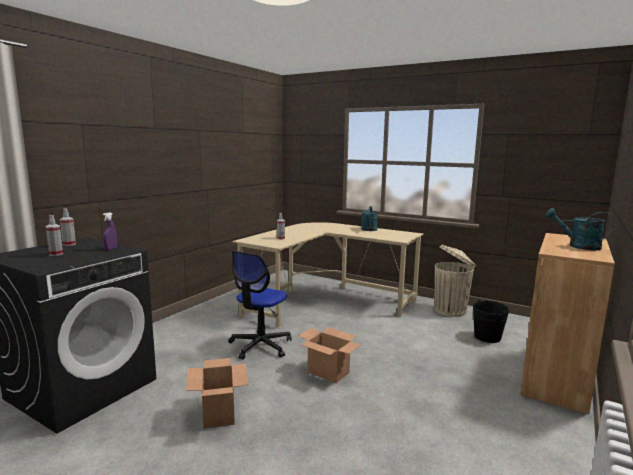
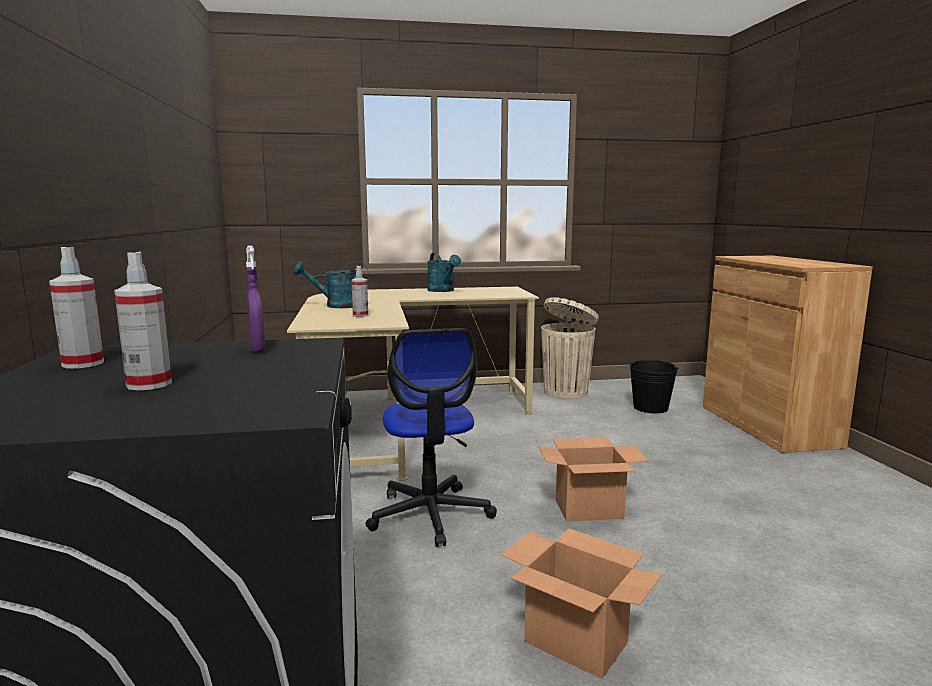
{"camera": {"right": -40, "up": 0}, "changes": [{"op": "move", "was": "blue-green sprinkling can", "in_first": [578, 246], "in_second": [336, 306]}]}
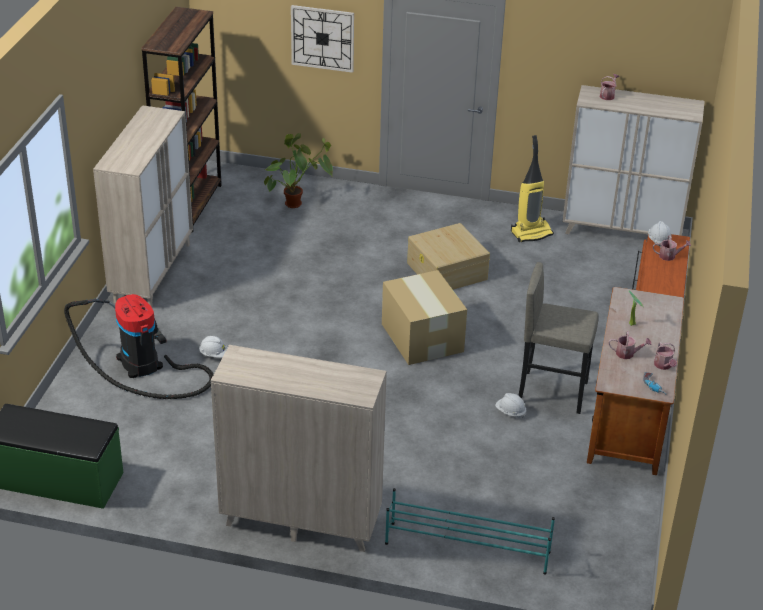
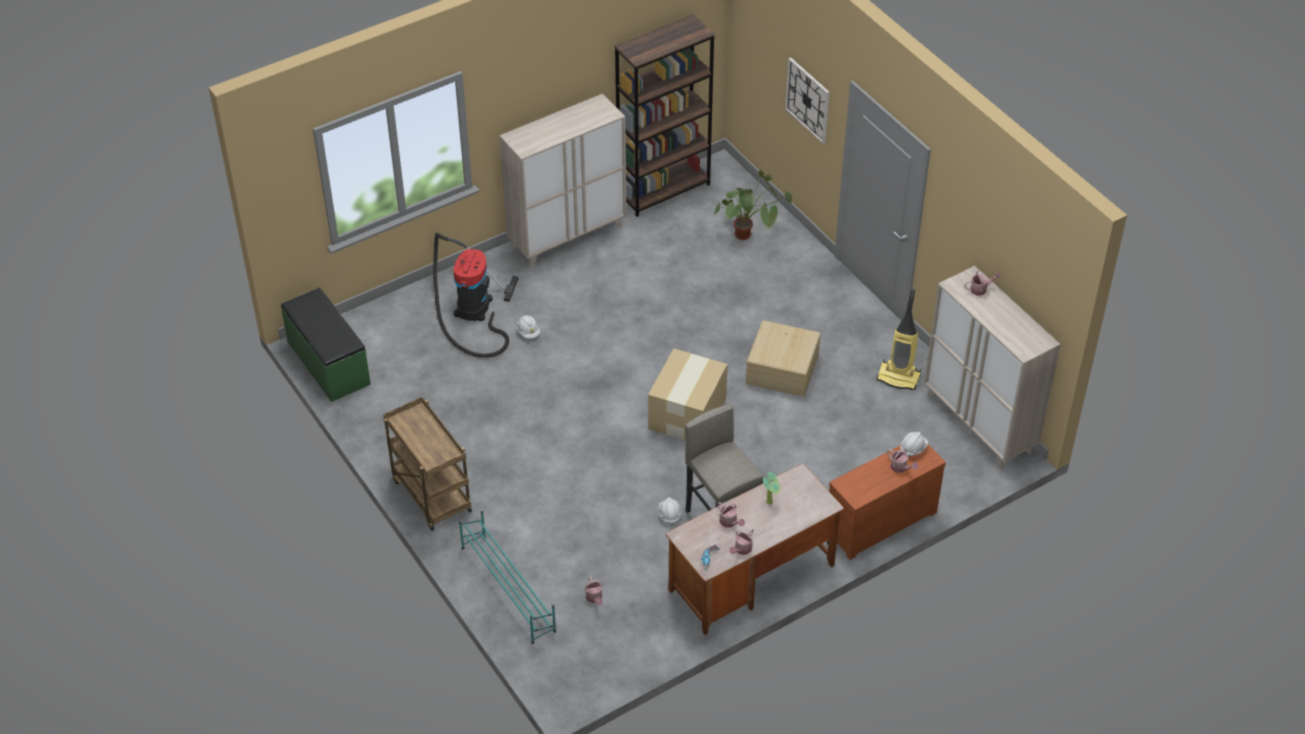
{"camera": {"right": 45, "up": 10}, "changes": [{"op": "replace", "was": "beige-coloured cupboard", "now": "brown trolley", "in_first": [300, 522], "in_second": [430, 495]}, {"op": "insert", "now": "sprinkling can", "in_second": [594, 598]}]}
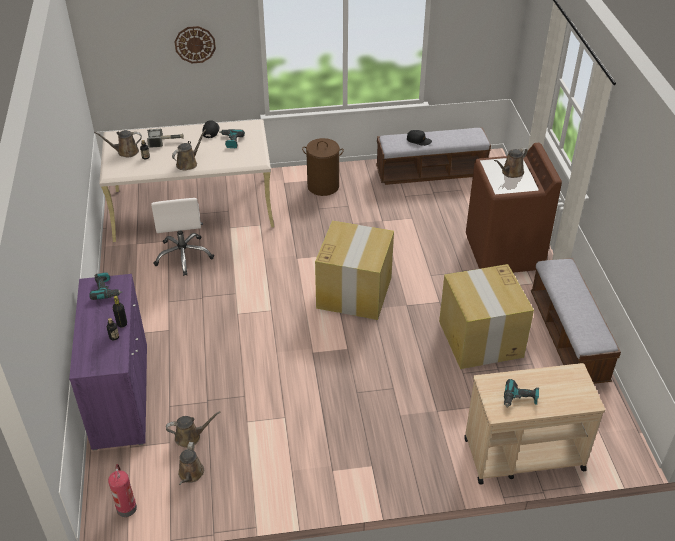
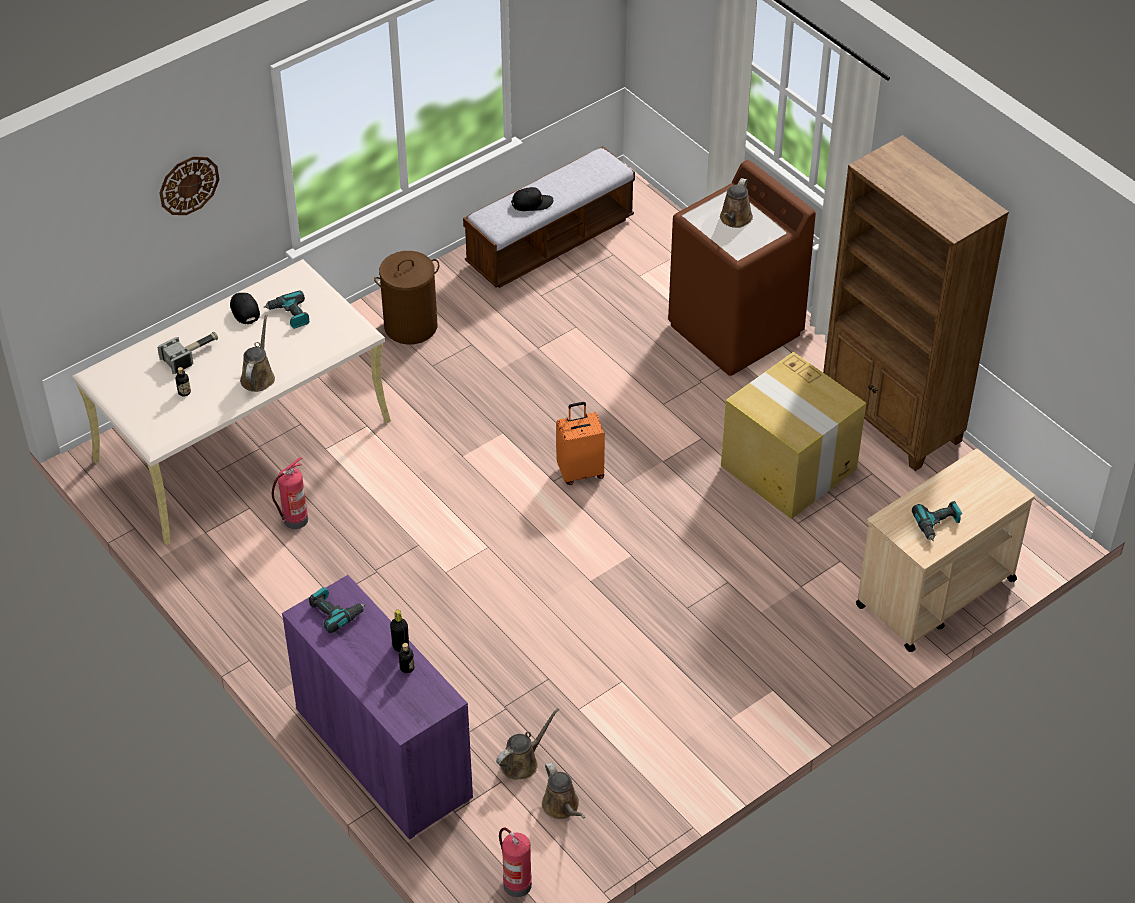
{"camera": {"right": -30, "up": 5}, "changes": [{"op": "delete", "was": "brown sprinkling can", "in_first": [125, 152]}, {"op": "replace", "was": "white desk chair", "now": "extinguisher", "in_first": [184, 255], "in_second": [295, 520]}, {"op": "replace", "was": "packing box", "now": "orangey suitcase", "in_first": [354, 292], "in_second": [580, 471]}, {"op": "replace", "was": "bench", "now": "brown bookshelf", "in_first": [567, 338], "in_second": [892, 419]}]}
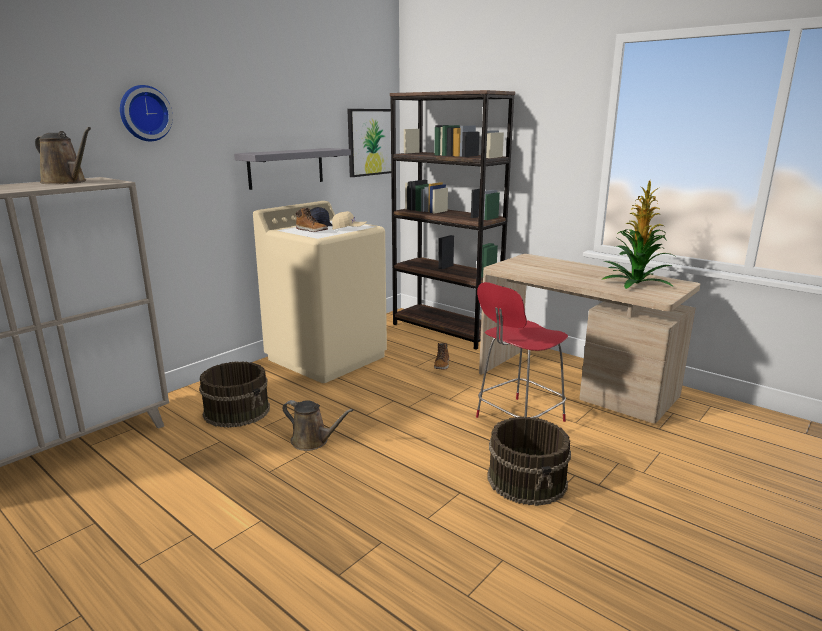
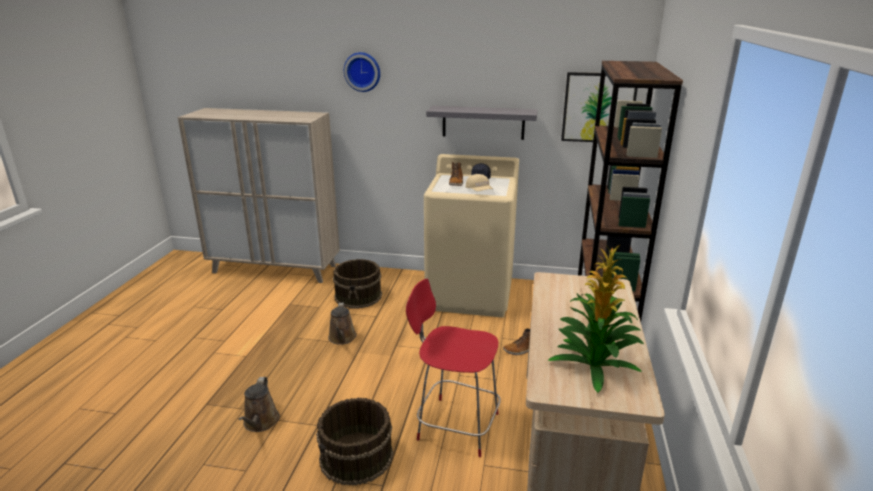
{"camera": {"right": 60, "up": 5}, "changes": [{"op": "move", "was": "brown sprinkling can", "in_first": [66, 182], "in_second": [260, 422]}]}
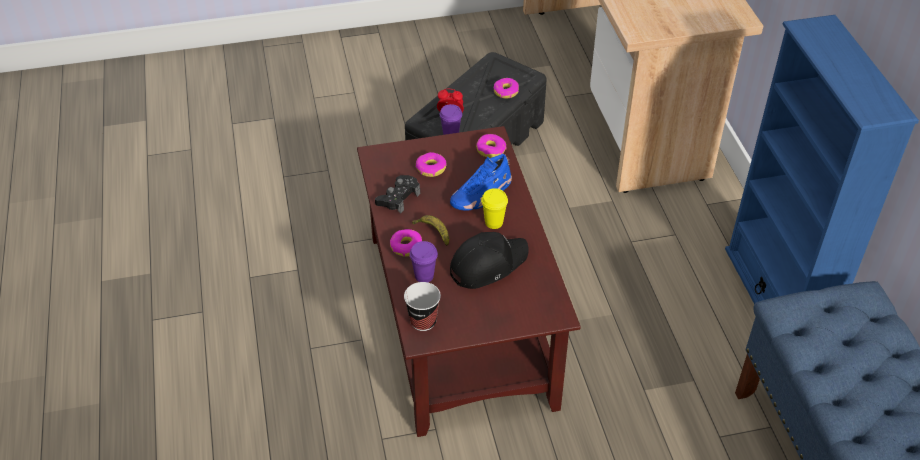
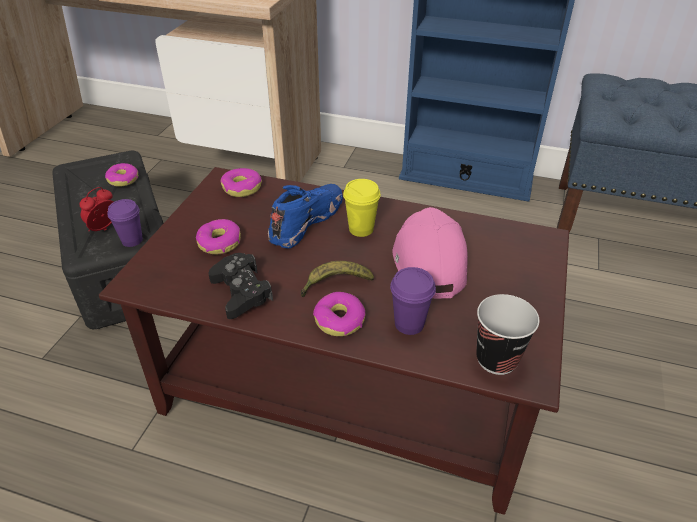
{"camera": {"right": -60, "up": -5}, "changes": [{"op": "rotate", "was": "blue item of footwear", "in_first": [481, 194], "in_second": [306, 221], "clockwise": -135}, {"op": "recolor", "was": "blackish baseball cap", "now": "pink baseball cap", "in_first": [487, 264], "in_second": [427, 260]}]}
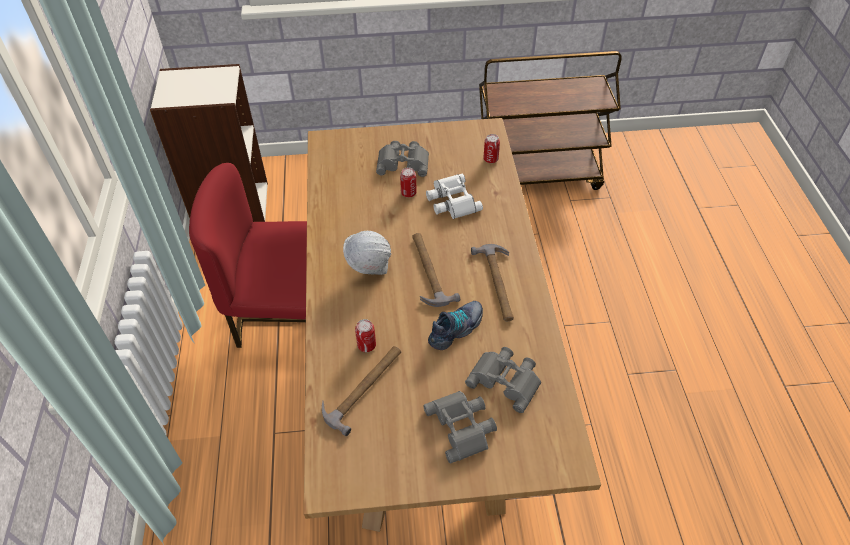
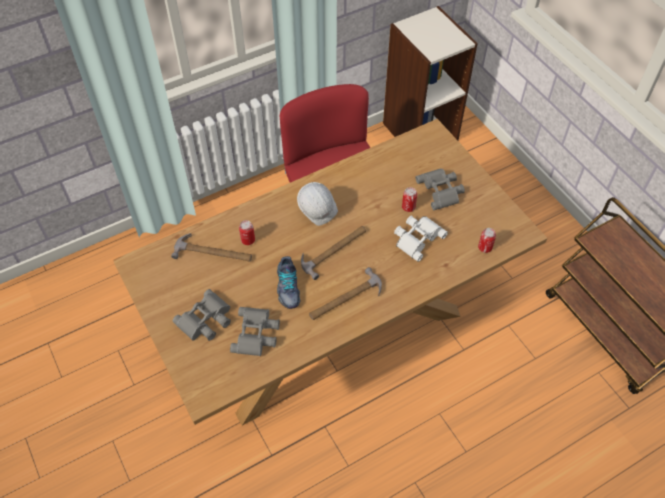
{"camera": {"right": 65, "up": 5}, "changes": [{"op": "rotate", "was": "item of footwear", "in_first": [456, 329], "in_second": [287, 287], "clockwise": 60}]}
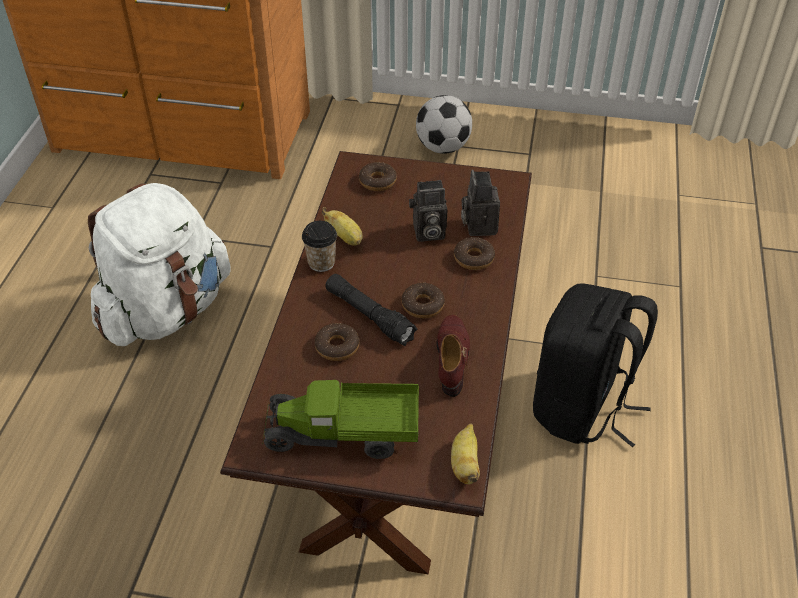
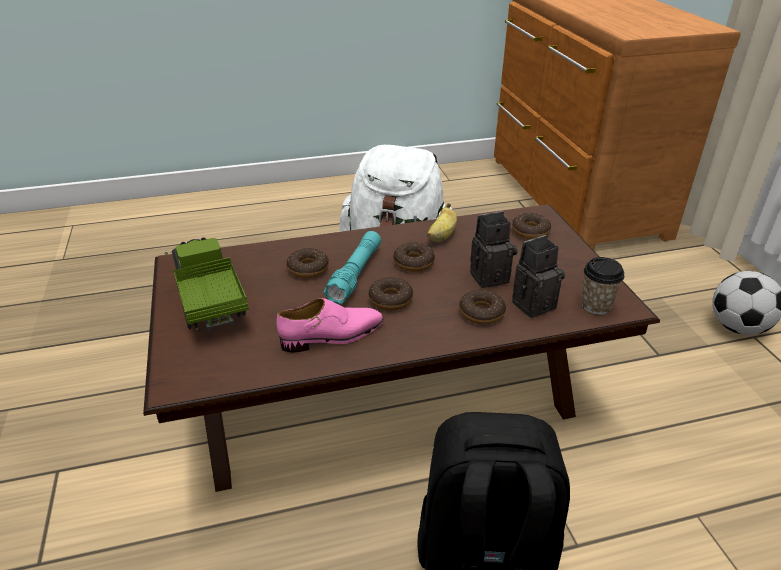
{"camera": {"right": 65, "up": -10}, "changes": [{"op": "move", "was": "small cup", "in_first": [321, 263], "in_second": [595, 306]}, {"op": "recolor", "was": "blackish flashlight", "now": "blue-green flashlight", "in_first": [369, 316], "in_second": [355, 274]}, {"op": "rotate", "was": "still camera", "in_first": [427, 233], "in_second": [490, 276], "clockwise": 105}, {"op": "recolor", "was": "brown item of footwear", "now": "pink item of footwear", "in_first": [452, 358], "in_second": [332, 336]}, {"op": "delete", "was": "banana fruit", "in_first": [465, 464]}, {"op": "insert", "now": "donut", "in_second": [413, 262]}]}
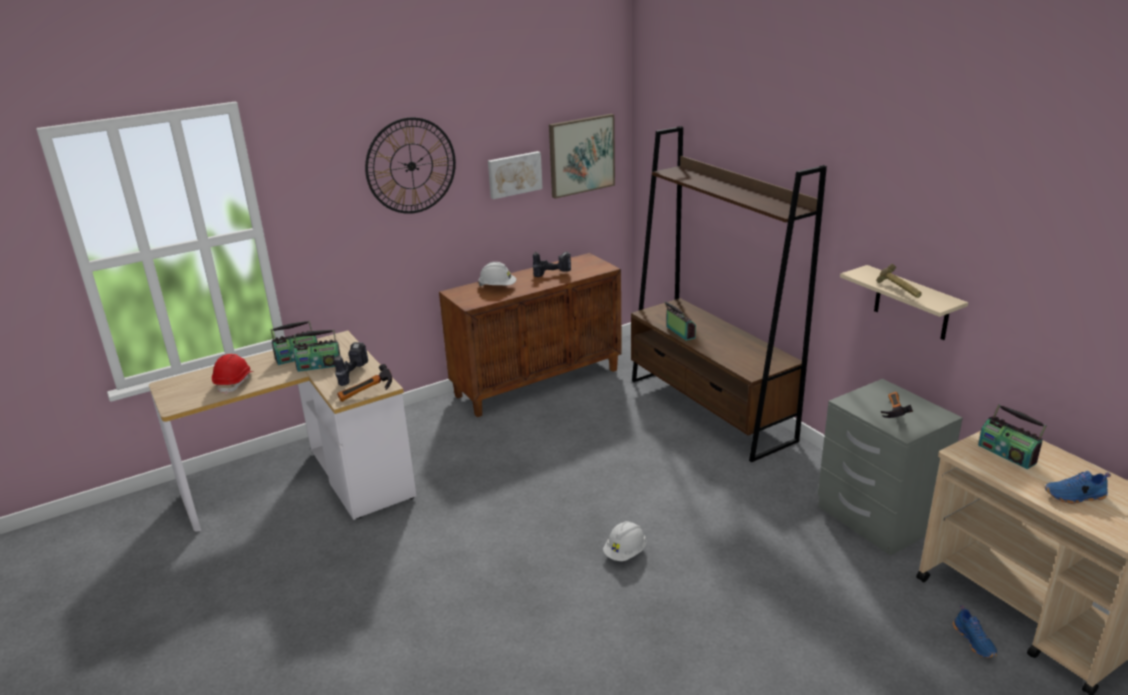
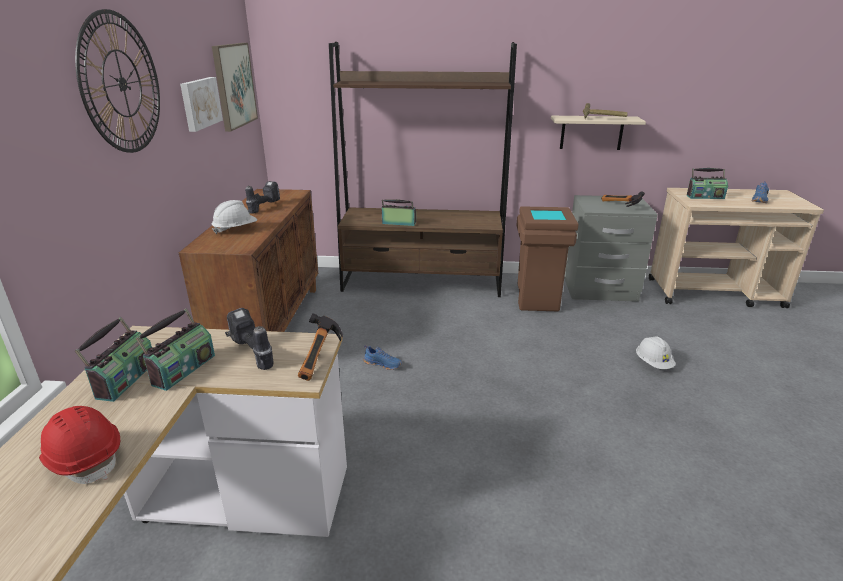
{"camera": {"right": -55, "up": 0}, "changes": [{"op": "move", "was": "white safety helmet", "in_first": [625, 552], "in_second": [653, 363]}, {"op": "move", "was": "blue item of footwear", "in_first": [975, 641], "in_second": [383, 364]}, {"op": "insert", "now": "brown rubbish bin", "in_second": [536, 302]}]}
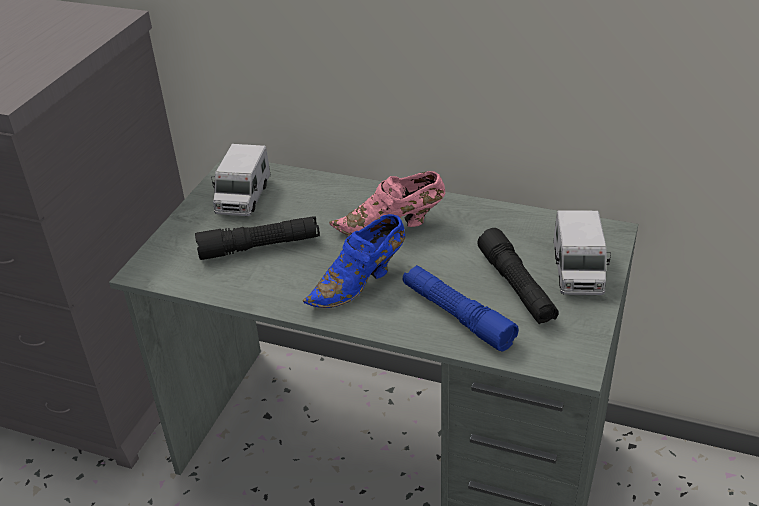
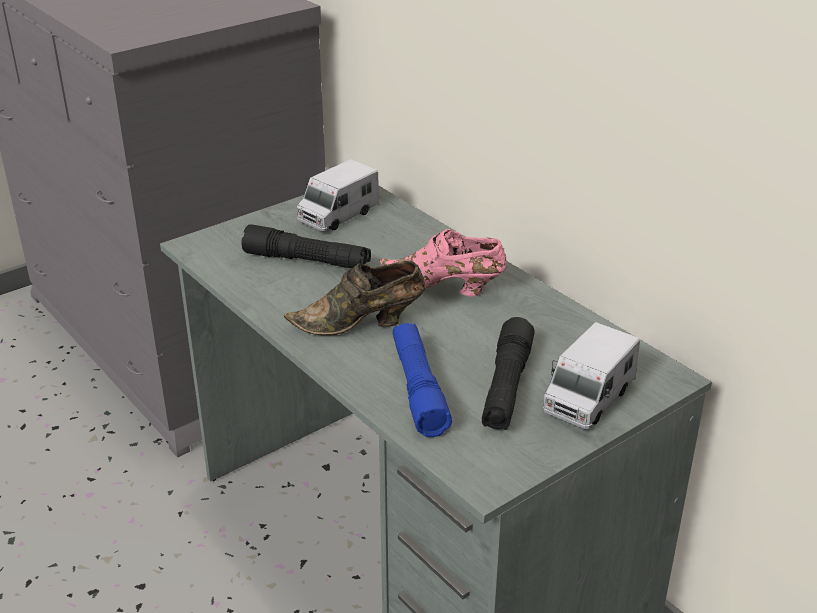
{"camera": {"right": 30, "up": -5}, "changes": [{"op": "recolor", "was": "blue item of footwear", "now": "brown item of footwear", "in_first": [360, 283], "in_second": [361, 324]}]}
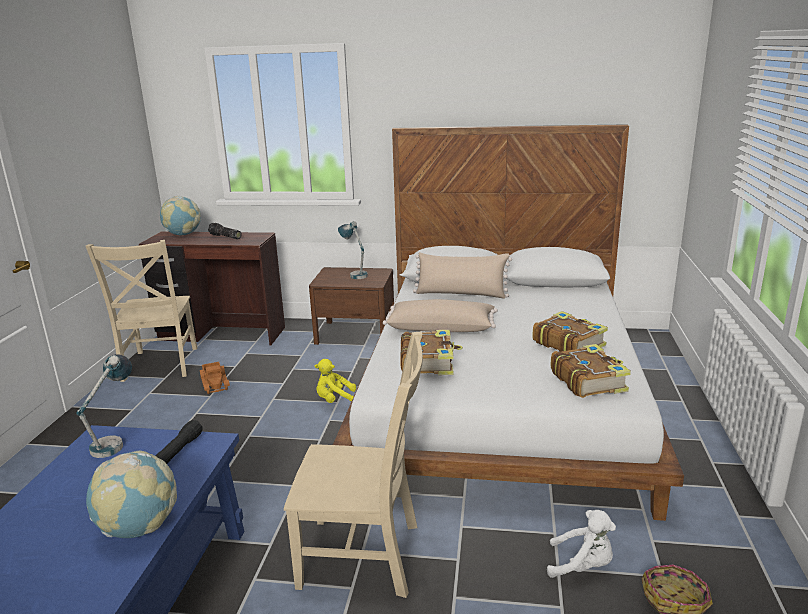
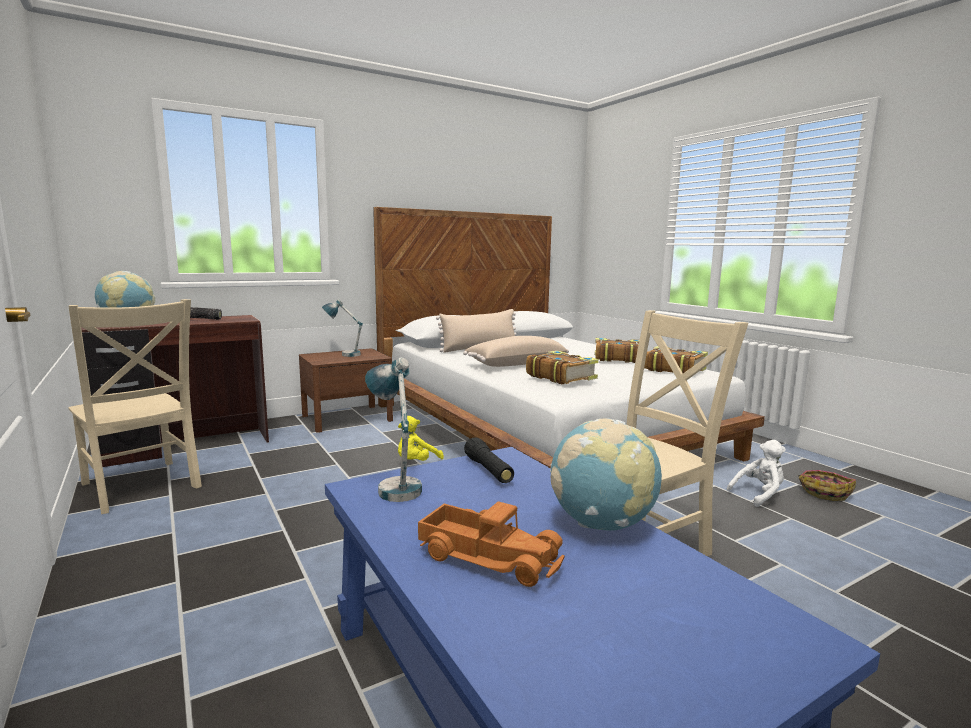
{"camera": {"right": -40, "up": -10}, "changes": [{"op": "move", "was": "model truck", "in_first": [215, 383], "in_second": [489, 556]}]}
